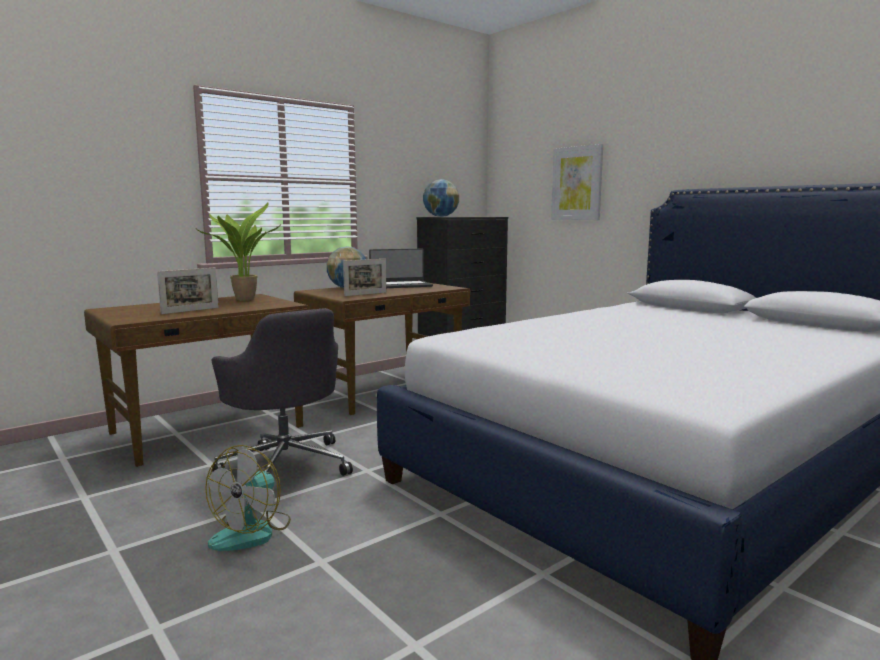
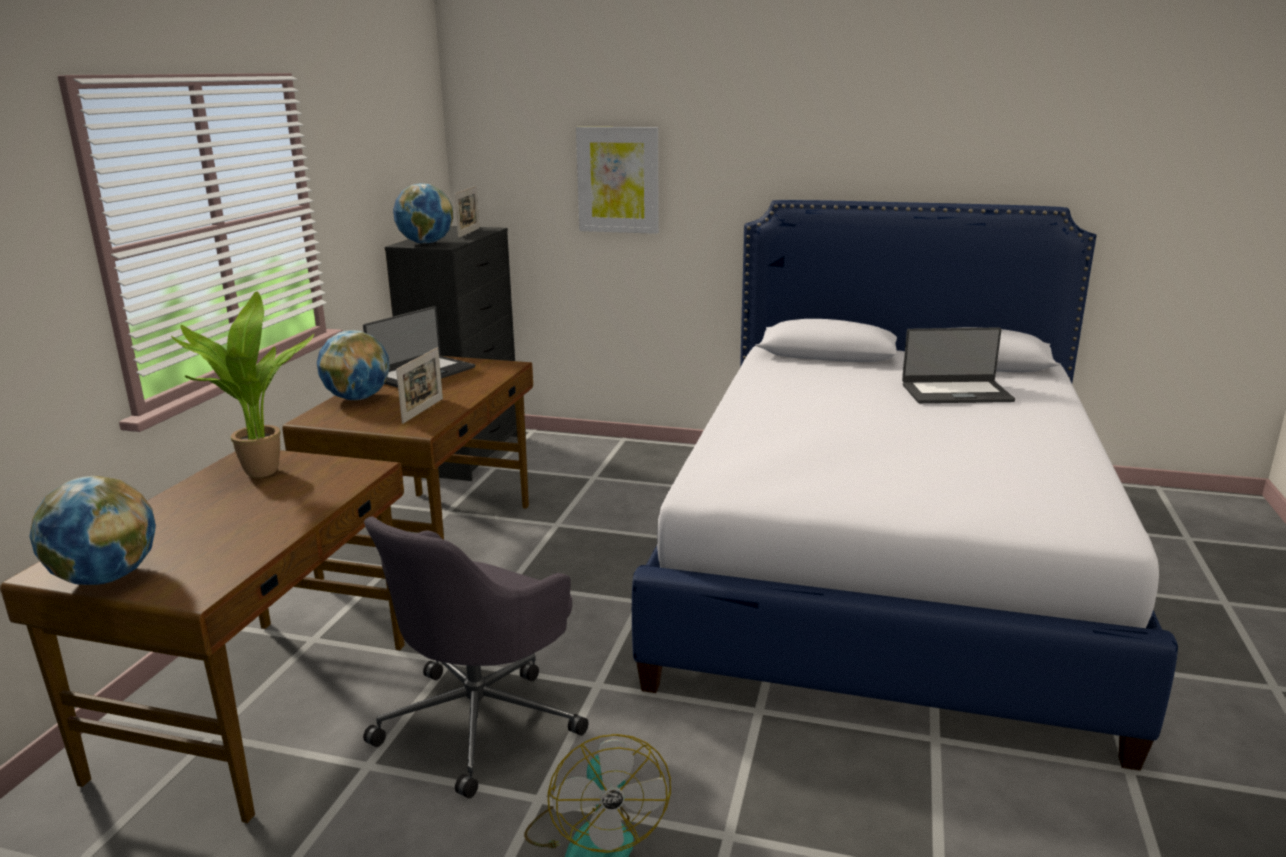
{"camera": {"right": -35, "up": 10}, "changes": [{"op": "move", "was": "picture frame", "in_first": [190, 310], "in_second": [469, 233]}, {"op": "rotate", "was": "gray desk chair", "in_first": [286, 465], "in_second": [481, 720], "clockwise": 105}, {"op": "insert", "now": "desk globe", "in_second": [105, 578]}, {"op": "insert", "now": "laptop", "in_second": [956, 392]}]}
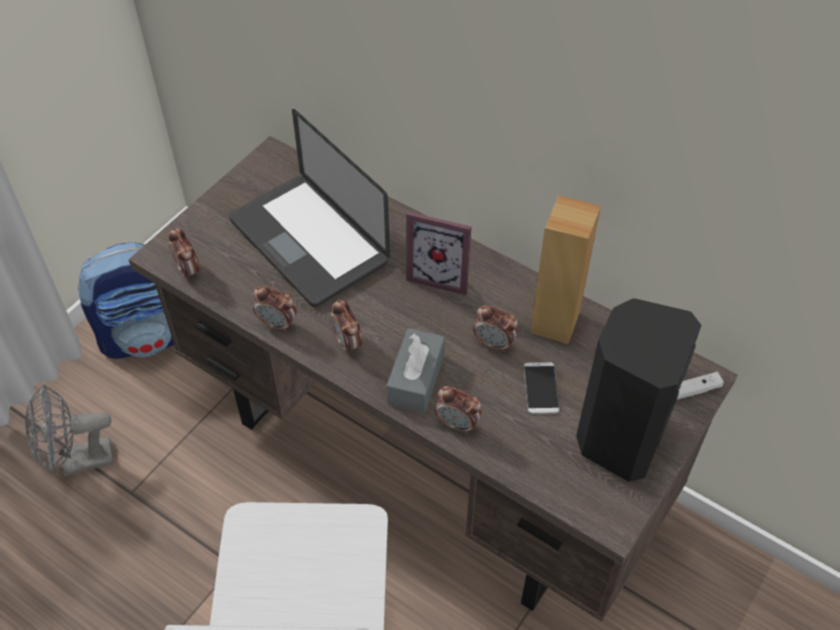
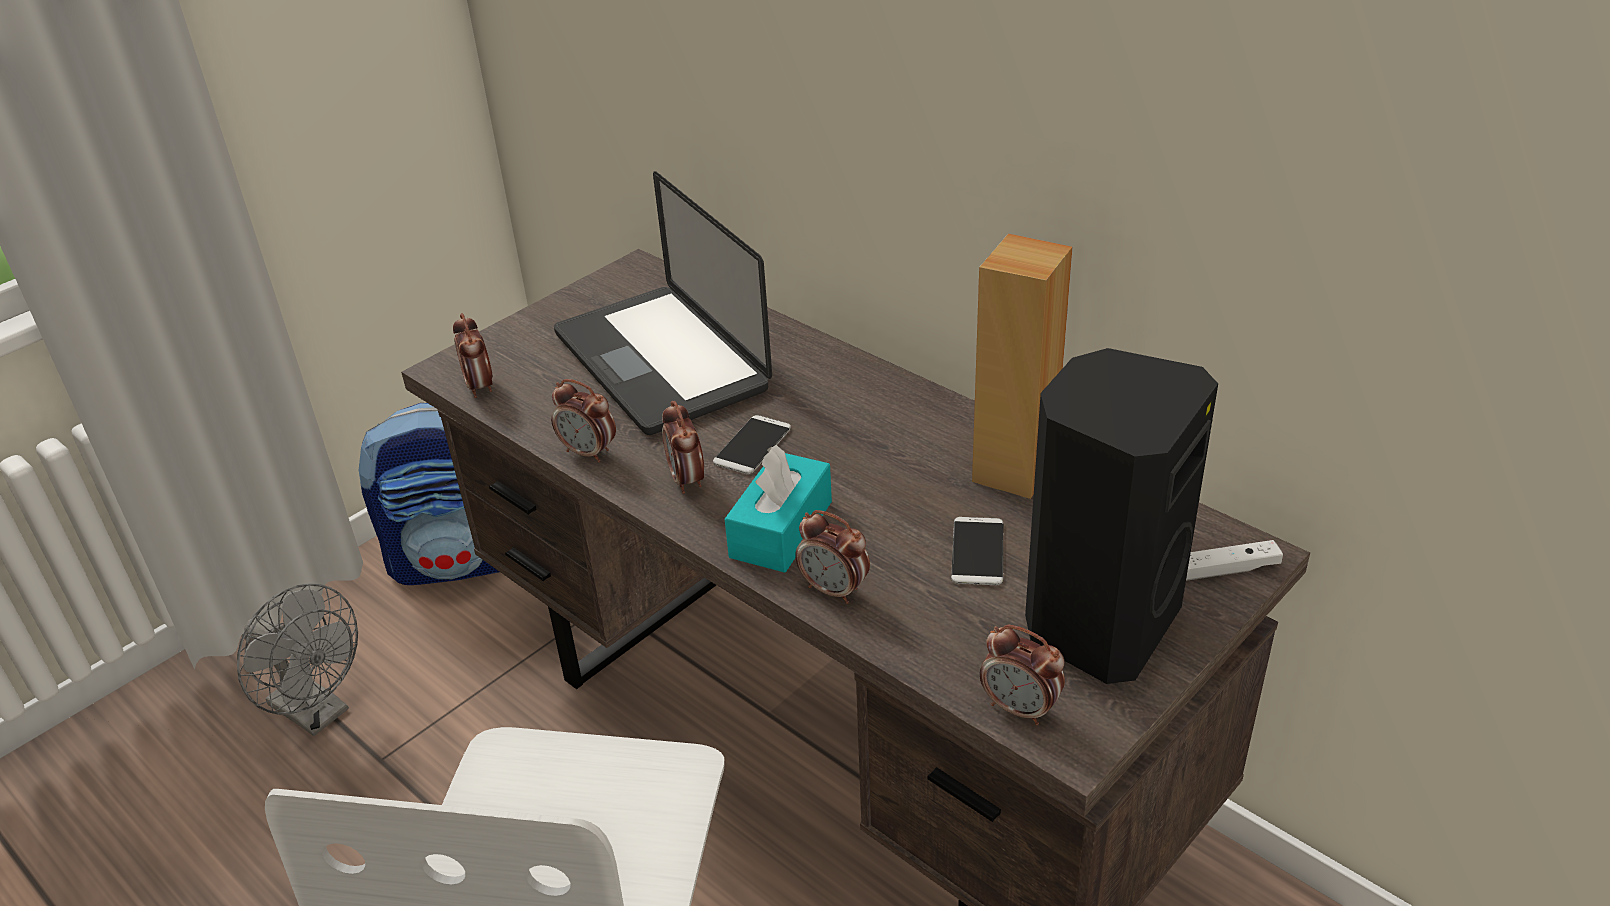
{"camera": {"right": 10, "up": -15}, "changes": [{"op": "rotate", "was": "gray fan", "in_first": [79, 462], "in_second": [318, 713], "clockwise": -135}, {"op": "recolor", "was": "gray box of tissues", "now": "blue-green box of tissues", "in_first": [416, 379], "in_second": [781, 529]}, {"op": "delete", "was": "picture frame", "in_first": [441, 274]}, {"op": "move", "was": "table clock", "in_first": [494, 343], "in_second": [1020, 708]}, {"op": "insert", "now": "phone", "in_second": [752, 445]}]}
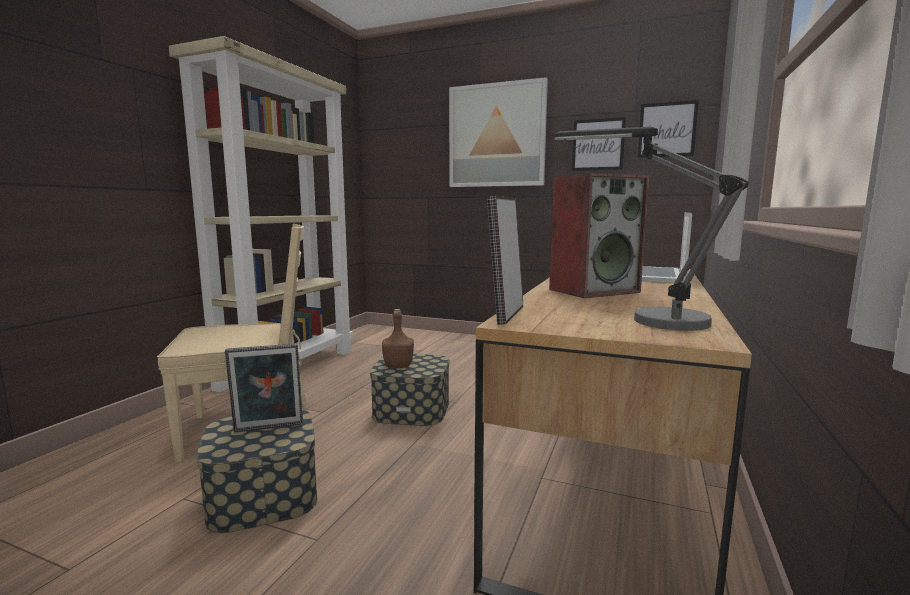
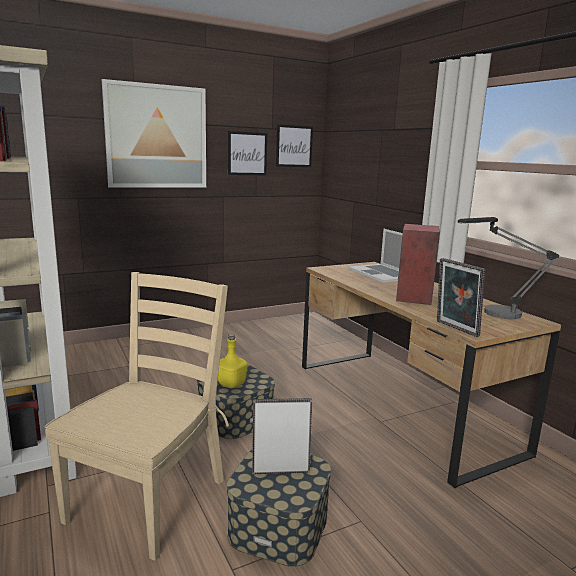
{"camera": {"right": -50, "up": 5}, "changes": [{"op": "rotate", "was": "picture frame", "in_first": [268, 429], "in_second": [280, 469], "clockwise": -120}, {"op": "recolor", "was": "brown drink bottle", "now": "yellowish drink bottle", "in_first": [399, 366], "in_second": [231, 384]}]}
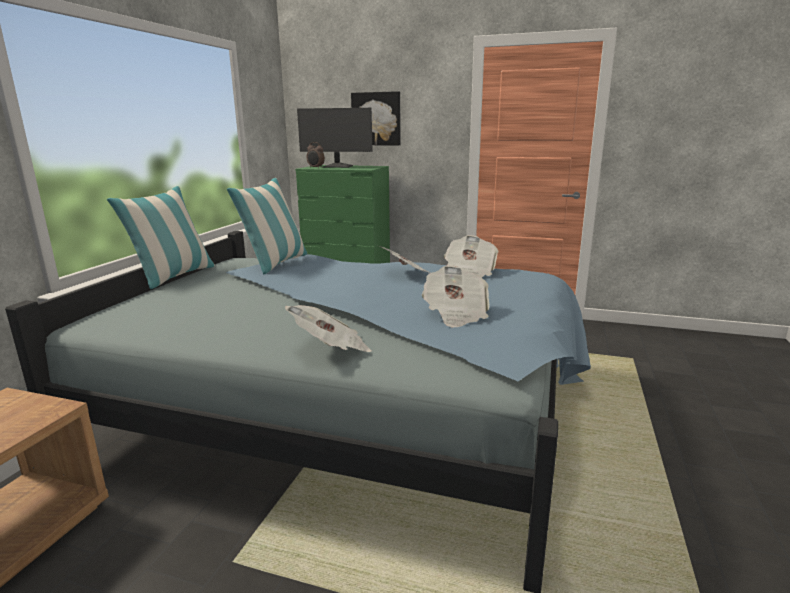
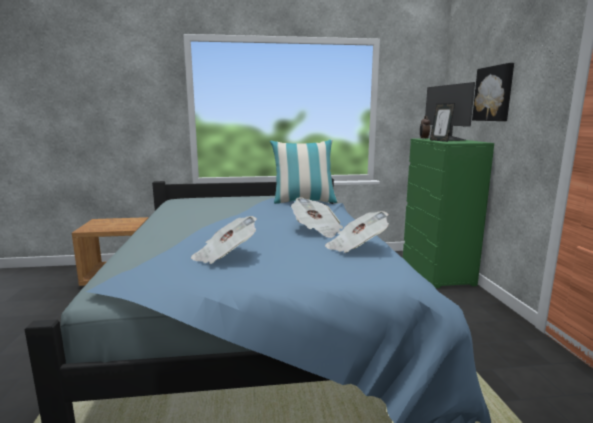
{"camera": {"right": 65, "up": -5}, "changes": [{"op": "delete", "was": "cushion", "in_first": [174, 277]}, {"op": "delete", "was": "printed paper", "in_first": [331, 348]}, {"op": "insert", "now": "picture frame", "in_second": [440, 140]}]}
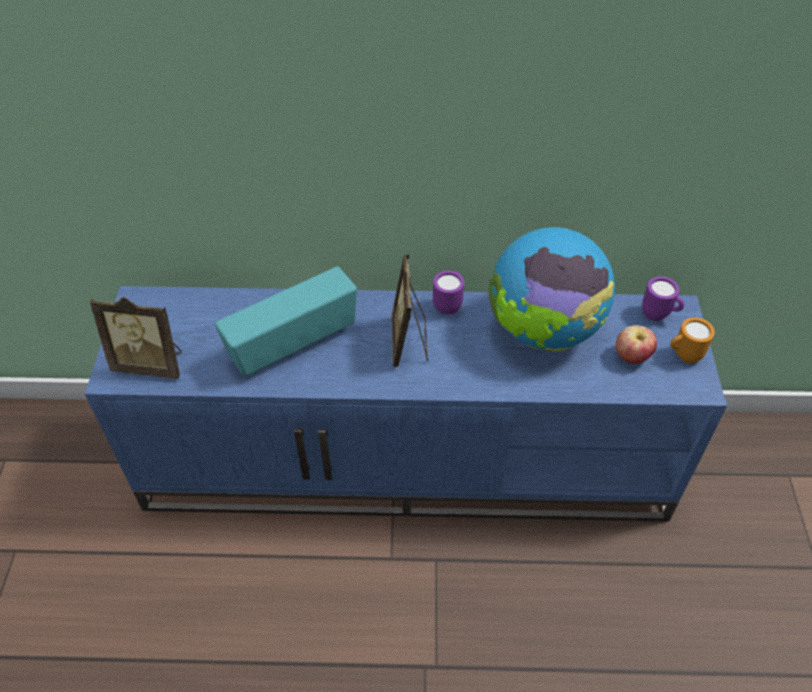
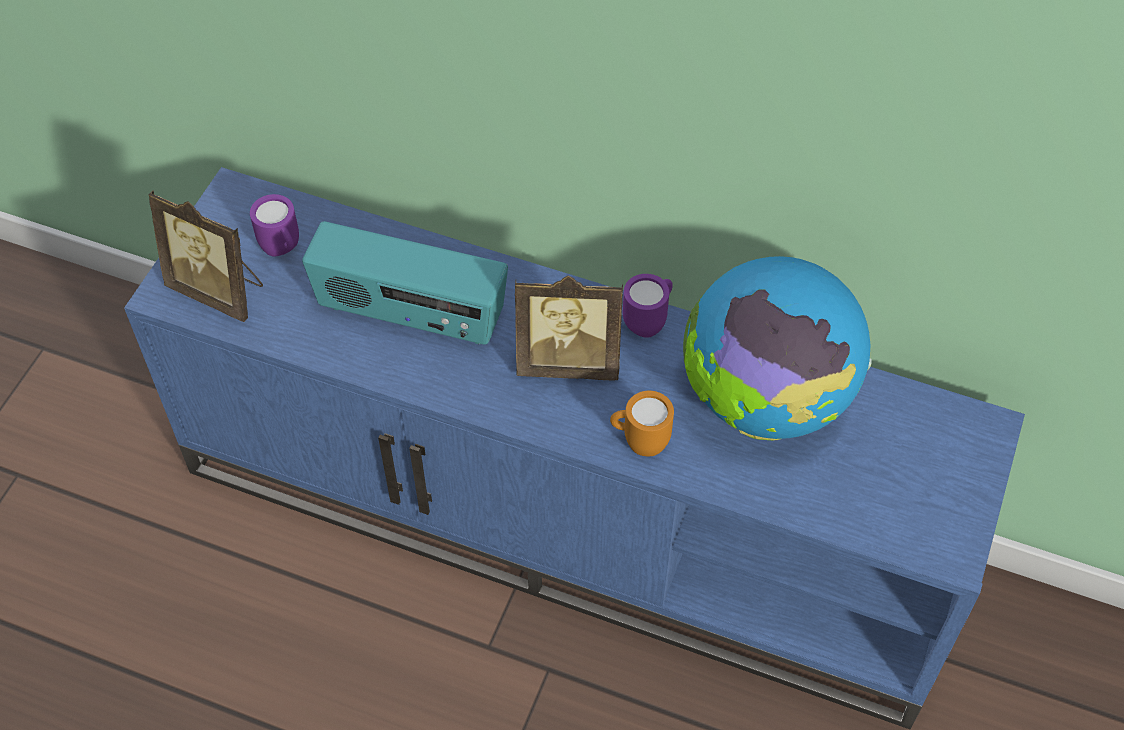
{"camera": {"right": 20, "up": 5}, "changes": [{"op": "rotate", "was": "radio set", "in_first": [292, 343], "in_second": [411, 315], "clockwise": -150}, {"op": "rotate", "was": "picture frame", "in_first": [409, 342], "in_second": [568, 361], "clockwise": -105}, {"op": "delete", "was": "apple", "in_first": [632, 357]}, {"op": "move", "was": "purple tea mug", "in_first": [658, 315], "in_second": [283, 250]}, {"op": "move", "was": "orangey tea mug", "in_first": [683, 356], "in_second": [639, 442]}]}
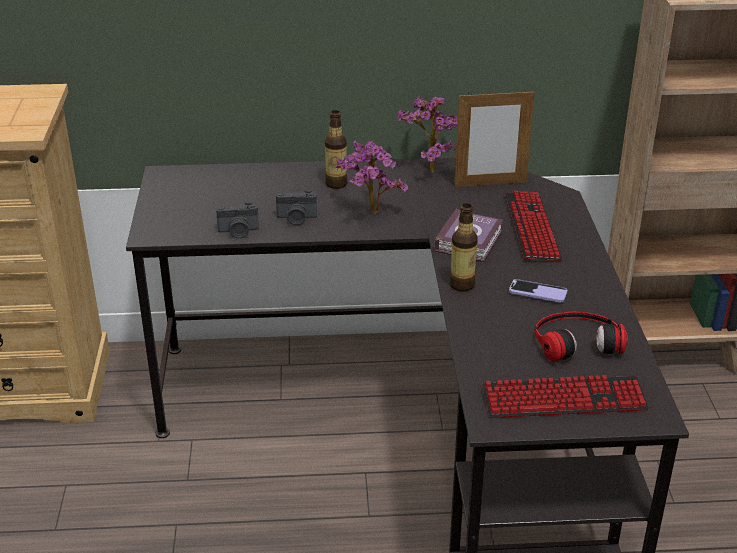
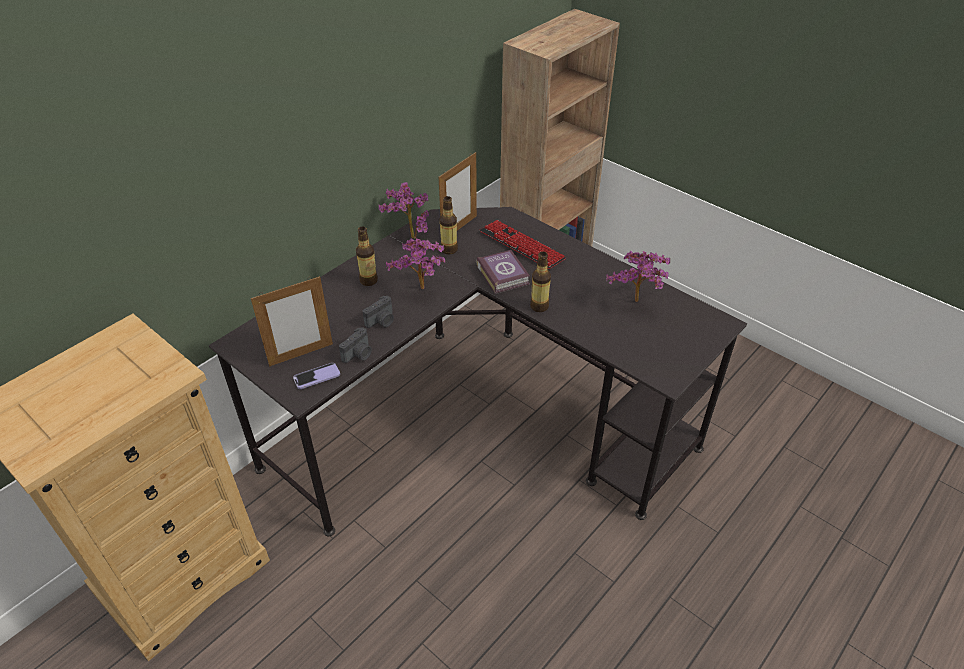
{"camera": {"right": -45, "up": 10}, "changes": [{"op": "delete", "was": "computer keyboard", "in_first": [564, 399]}, {"op": "move", "was": "phone", "in_first": [537, 292], "in_second": [317, 377]}, {"op": "replace", "was": "headset", "now": "houseplant", "in_first": [576, 340], "in_second": [637, 304]}, {"op": "insert", "now": "picture frame", "in_second": [301, 354]}, {"op": "insert", "now": "drink bottle", "in_second": [449, 249]}]}
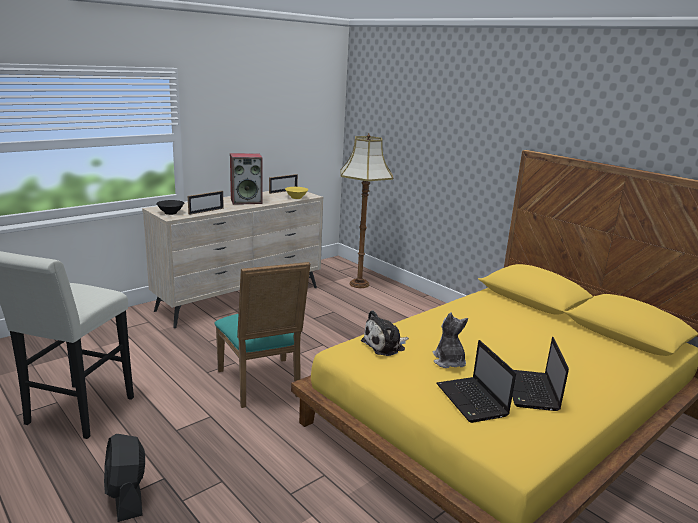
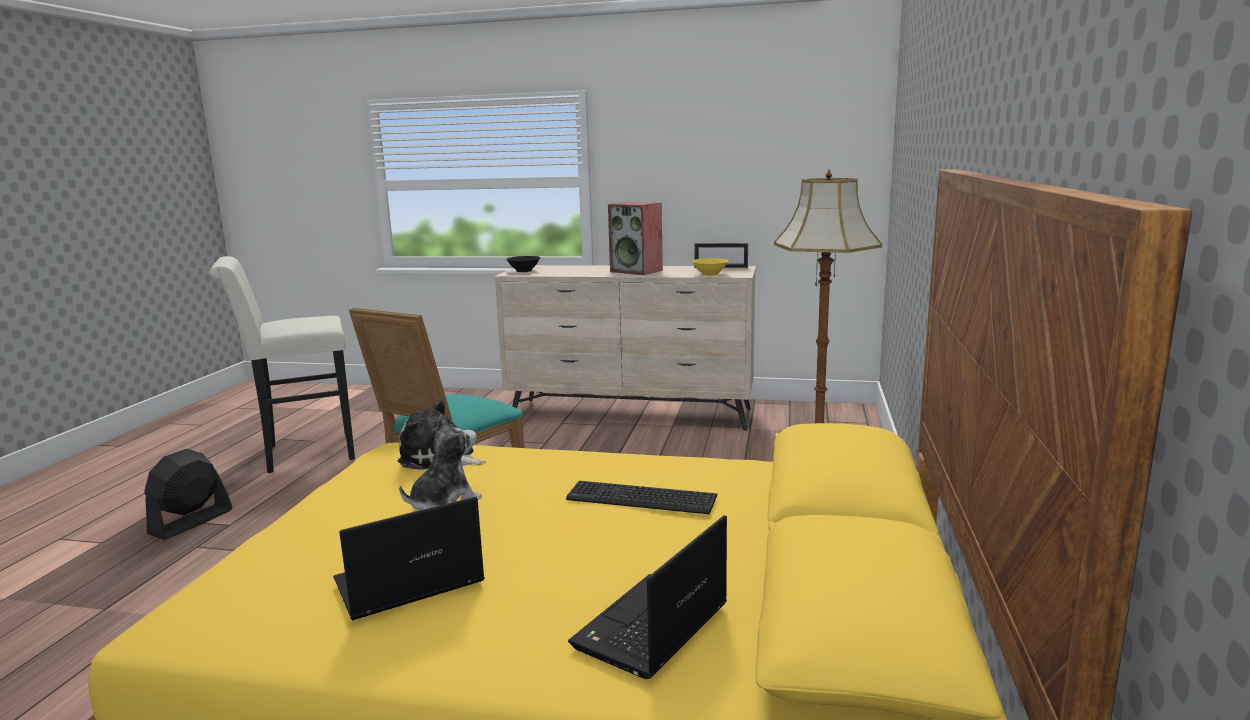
{"camera": {"right": 55, "up": -5}, "changes": [{"op": "delete", "was": "picture frame", "in_first": [206, 211]}, {"op": "move", "was": "laptop", "in_first": [472, 401], "in_second": [650, 629]}, {"op": "insert", "now": "computer keyboard", "in_second": [642, 499]}]}
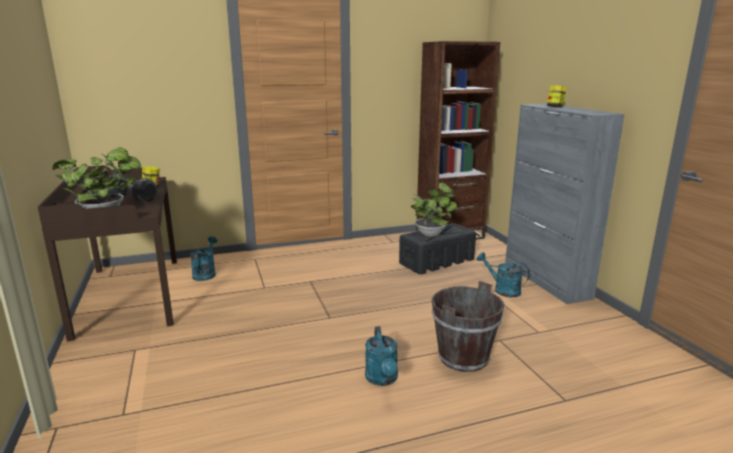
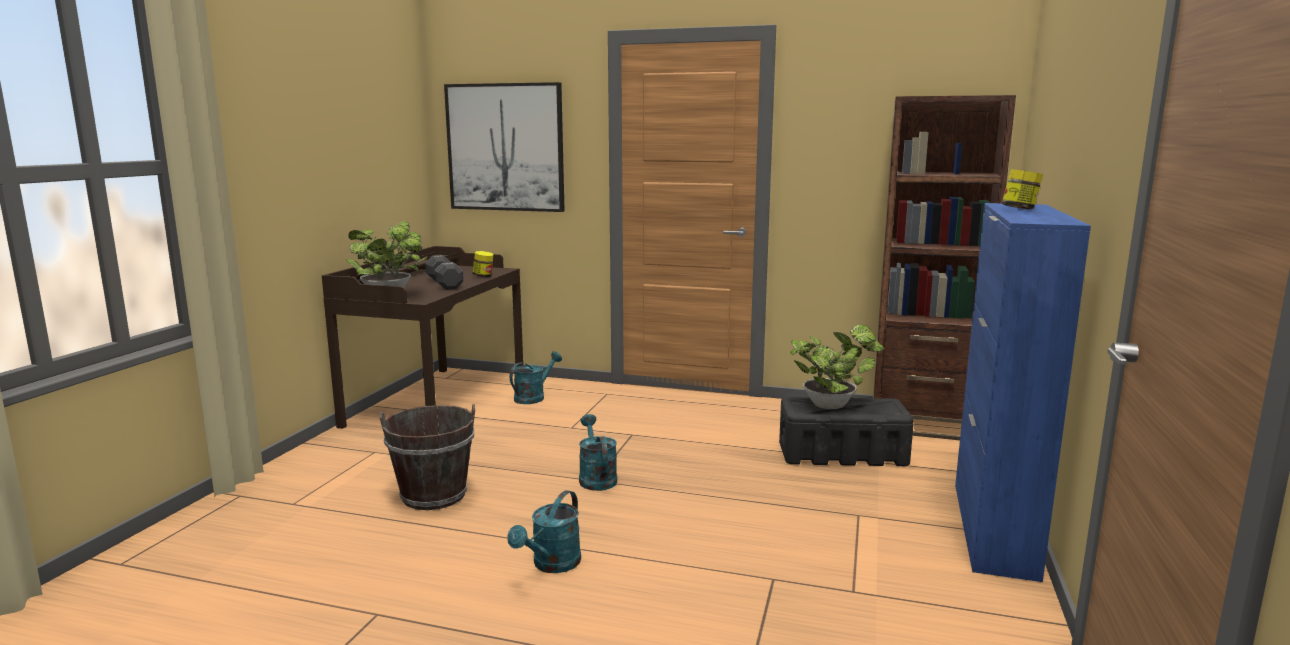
{"camera": {"right": 35, "up": -5}, "changes": [{"op": "move", "was": "brown pail", "in_first": [463, 358], "in_second": [433, 496]}, {"op": "move", "was": "blue-green sprinkling can", "in_first": [502, 290], "in_second": [596, 478]}, {"op": "recolor", "was": "gray cupboard", "now": "blue cupboard", "in_first": [546, 280], "in_second": [993, 528]}, {"op": "insert", "now": "picture", "in_second": [505, 147]}]}
